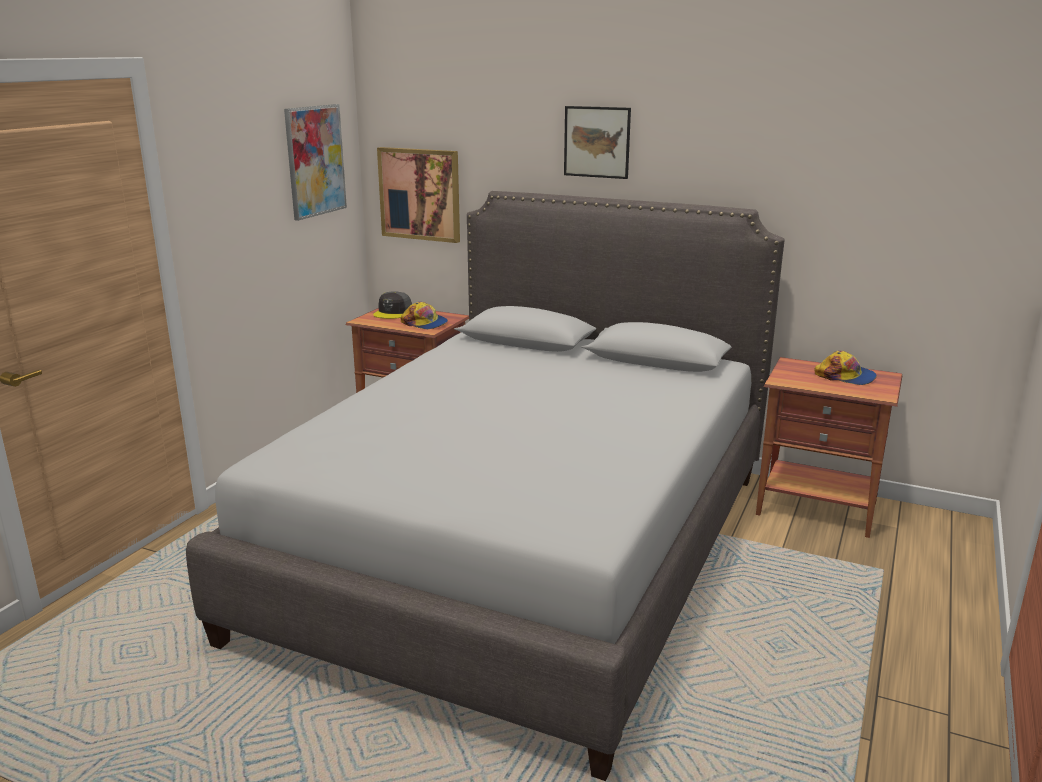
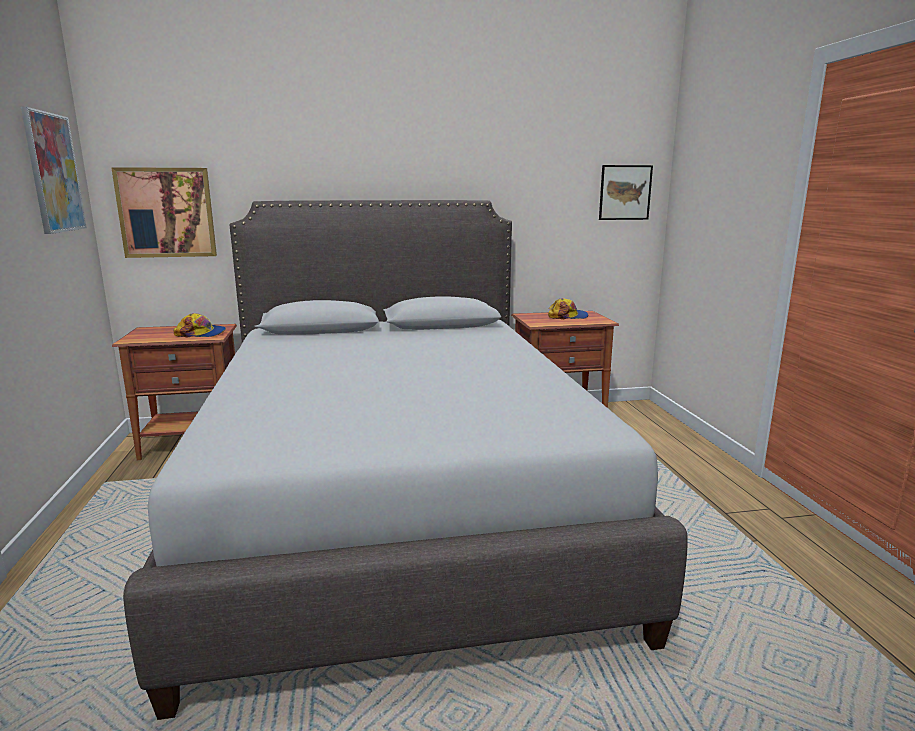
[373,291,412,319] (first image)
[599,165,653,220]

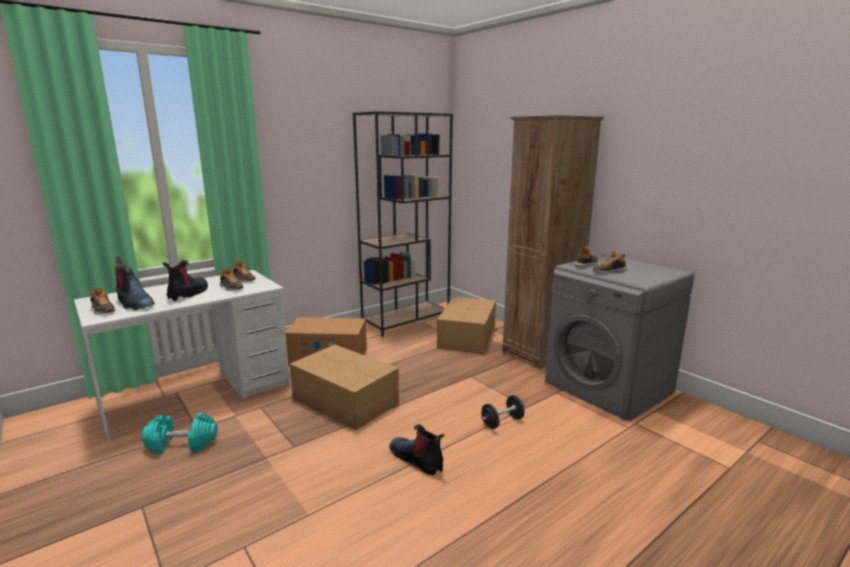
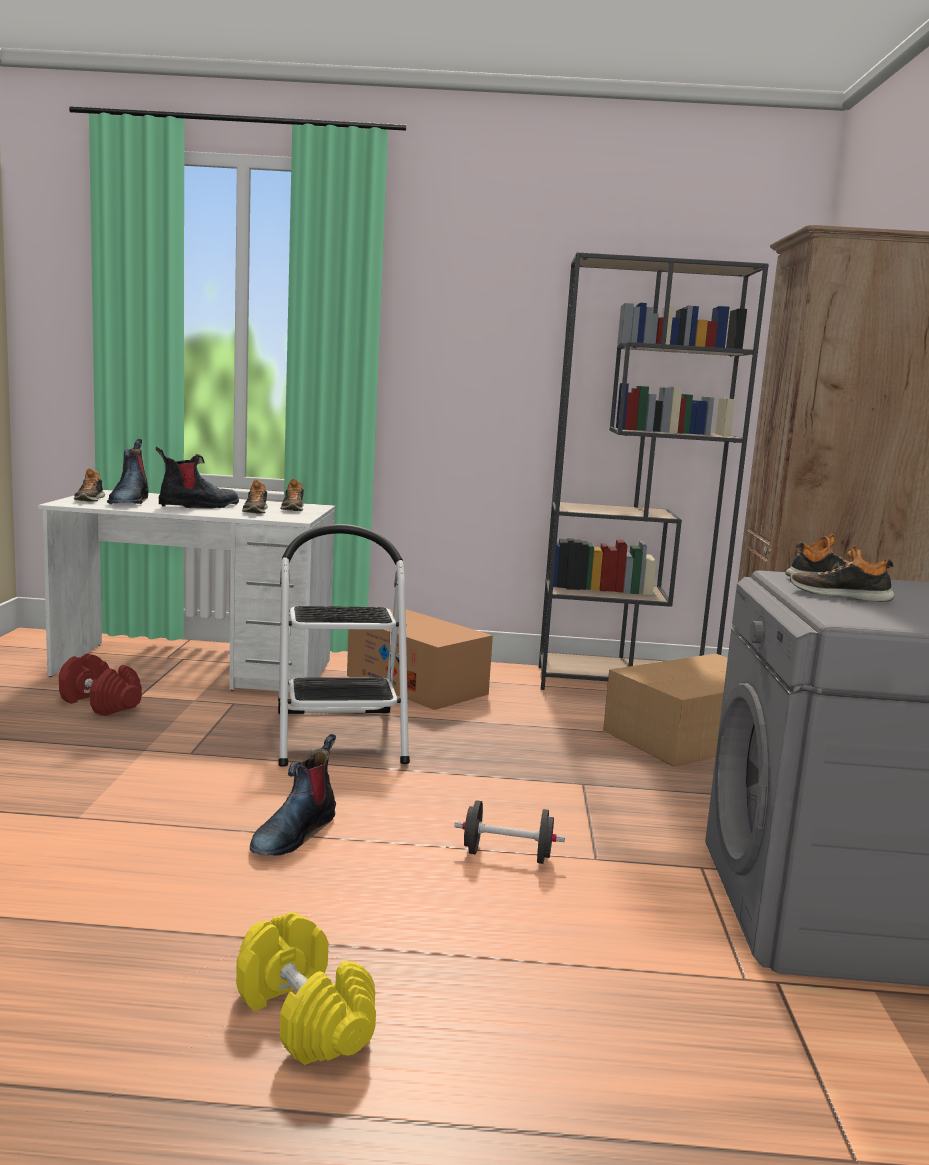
[59,653,142,716]
[278,524,410,767]
[250,734,336,856]
[236,912,376,1065]

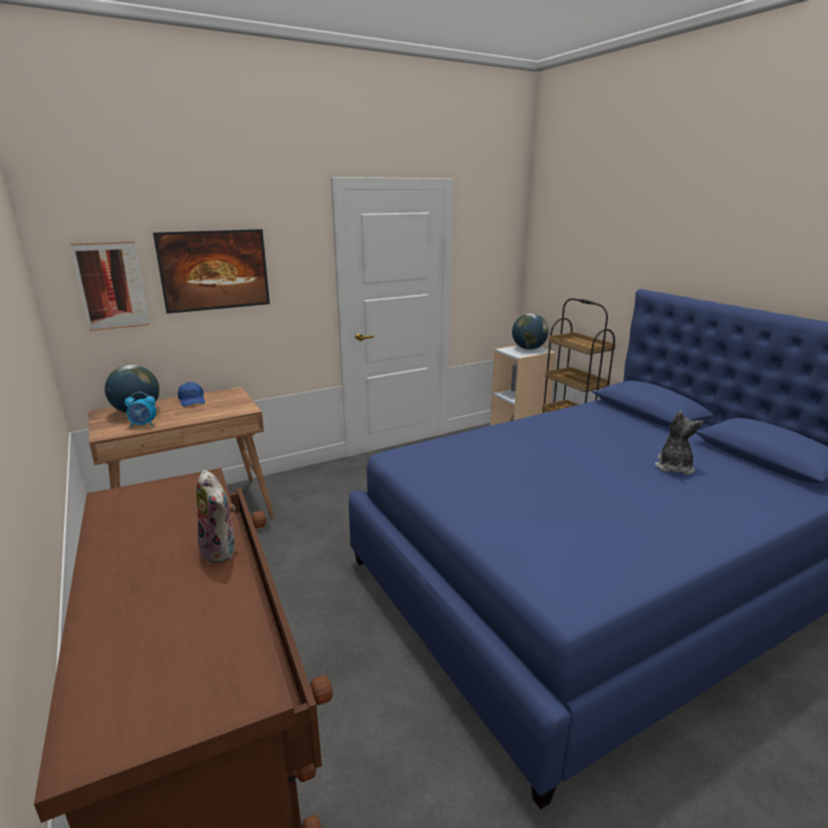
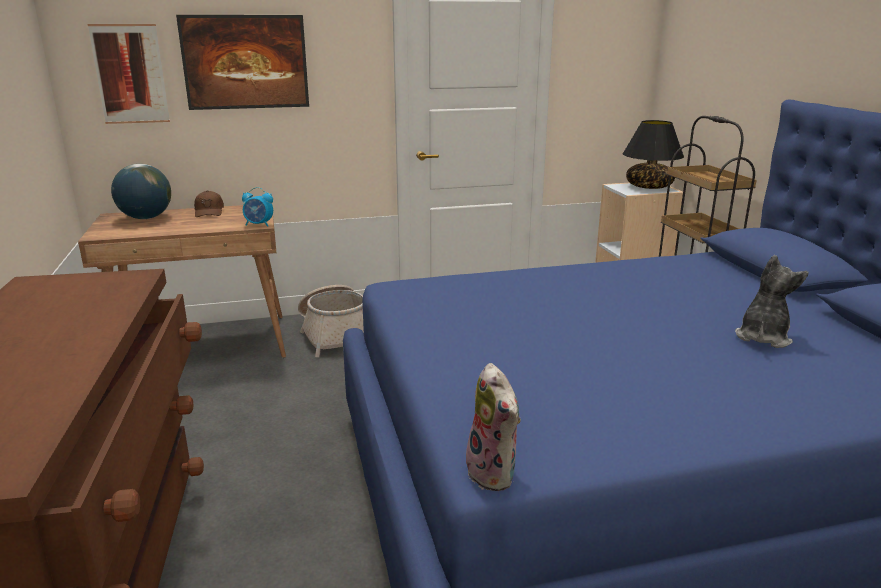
[242,187,273,226]
[194,191,224,217]
[466,363,521,491]
[623,120,684,189]
[298,285,364,357]

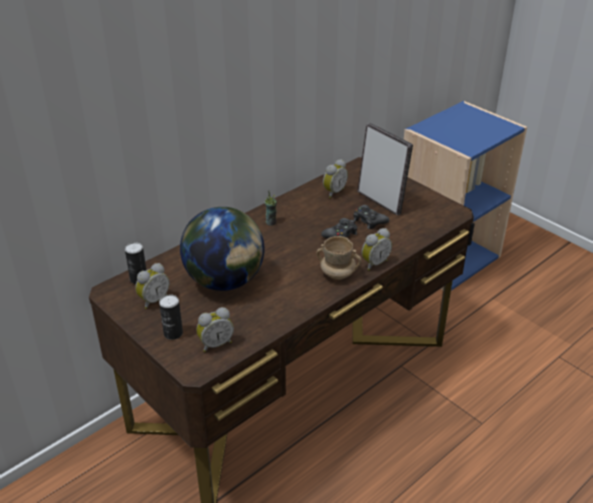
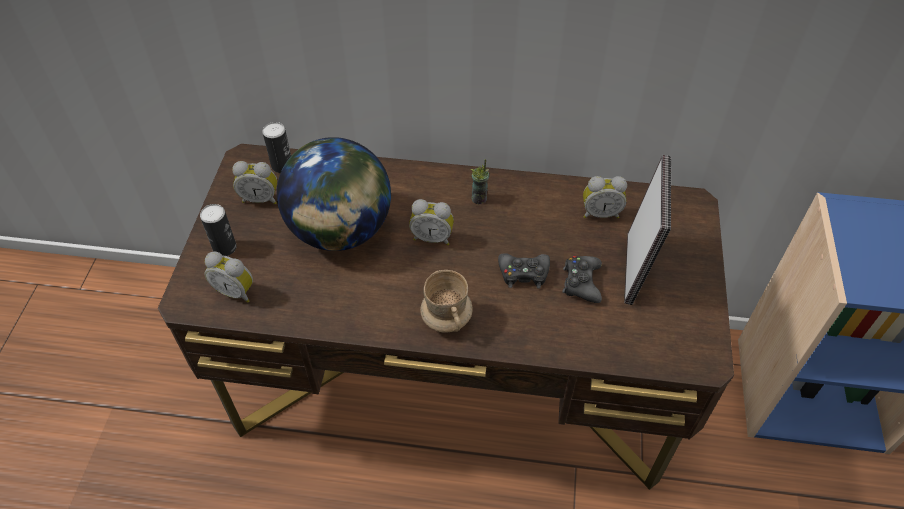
[409,199,454,245]

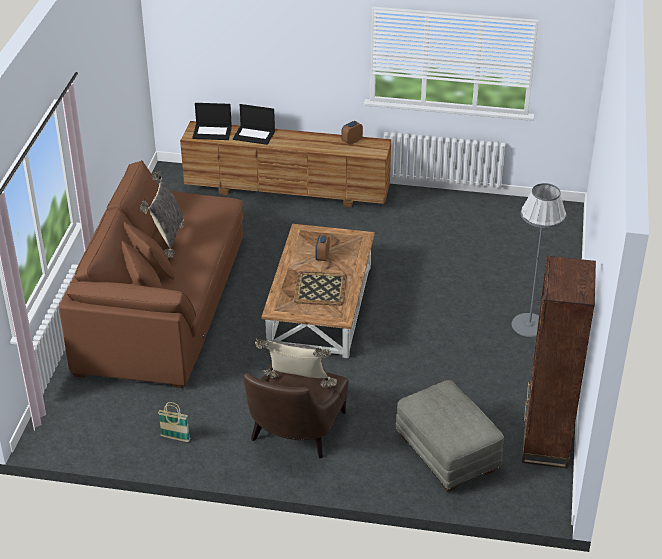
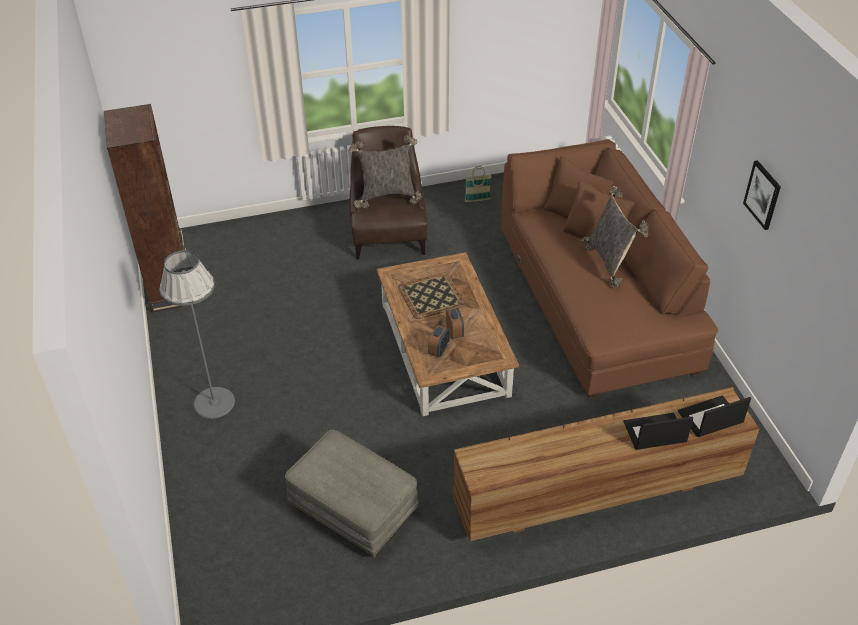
[428,325,450,357]
[285,430,419,558]
[743,160,781,230]

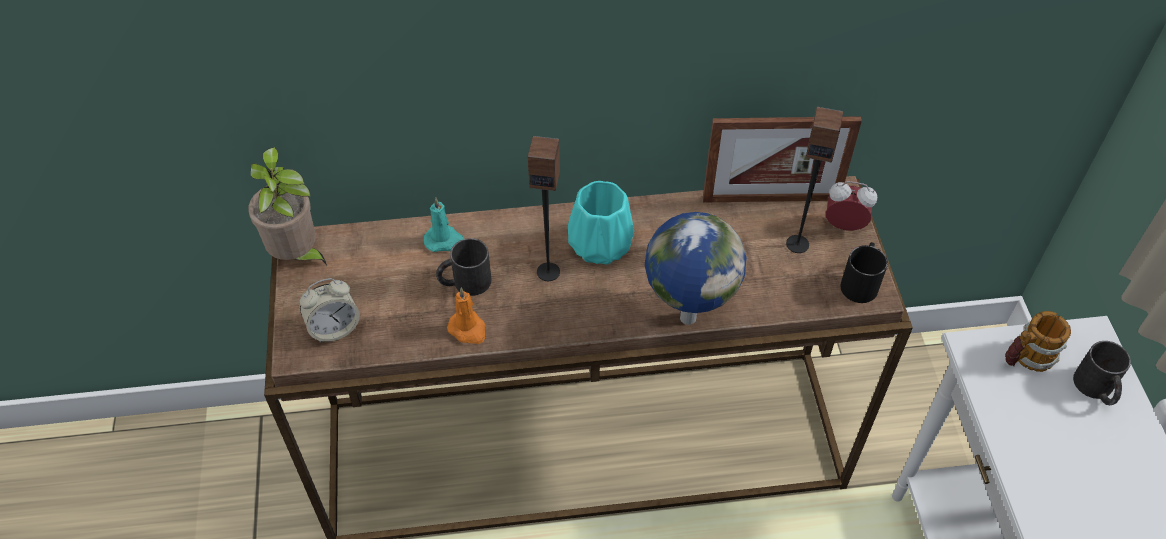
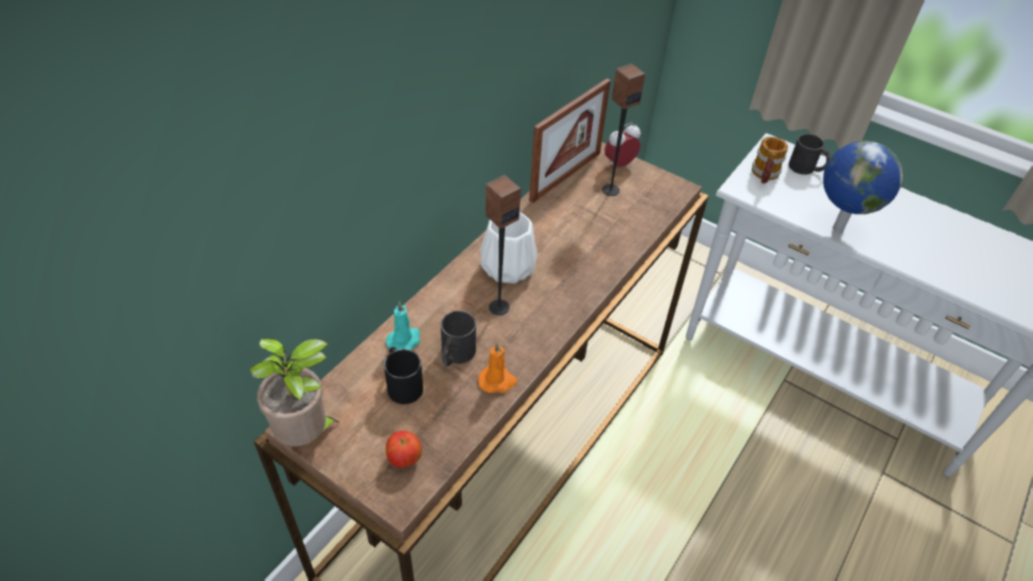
[386,431,422,468]
[480,213,537,284]
[823,141,903,233]
[384,347,423,404]

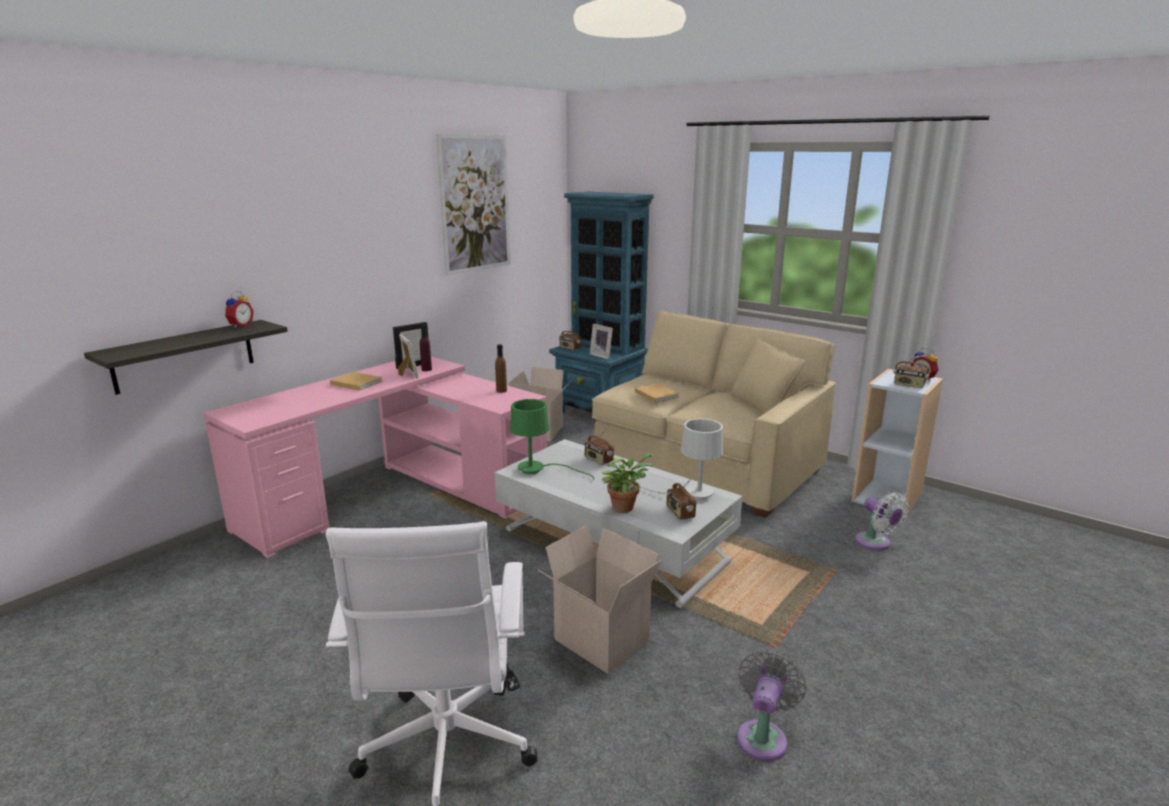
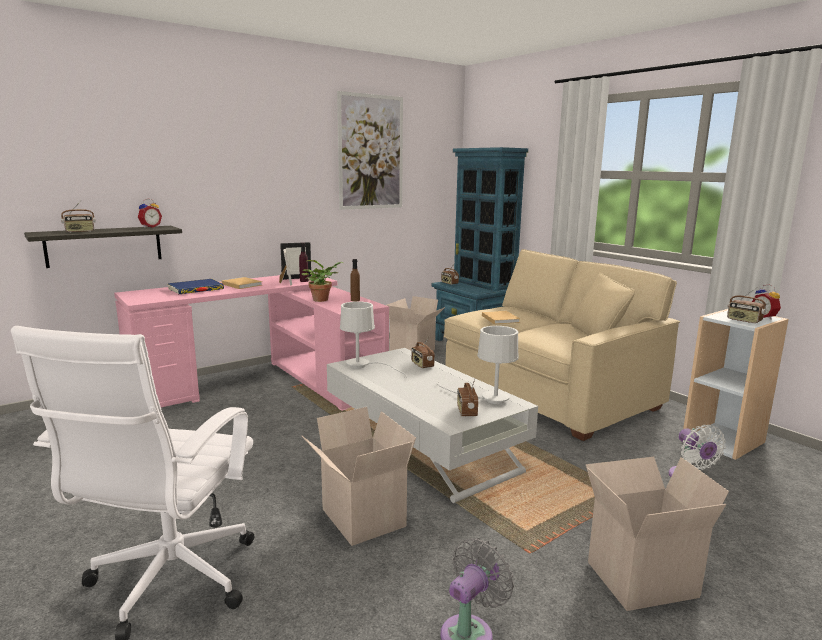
[340,301,407,378]
[590,324,613,359] (first image)
[302,260,343,302]
[61,201,96,233]
[168,279,224,294]
[586,457,729,611]

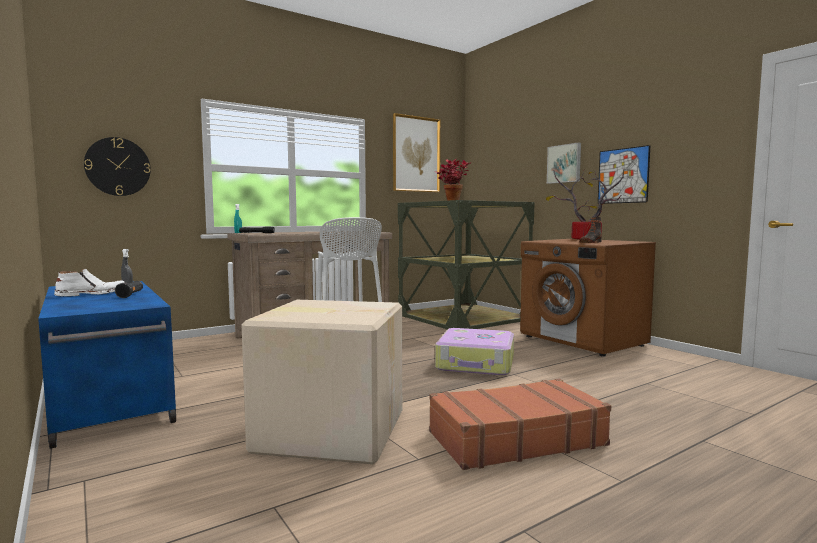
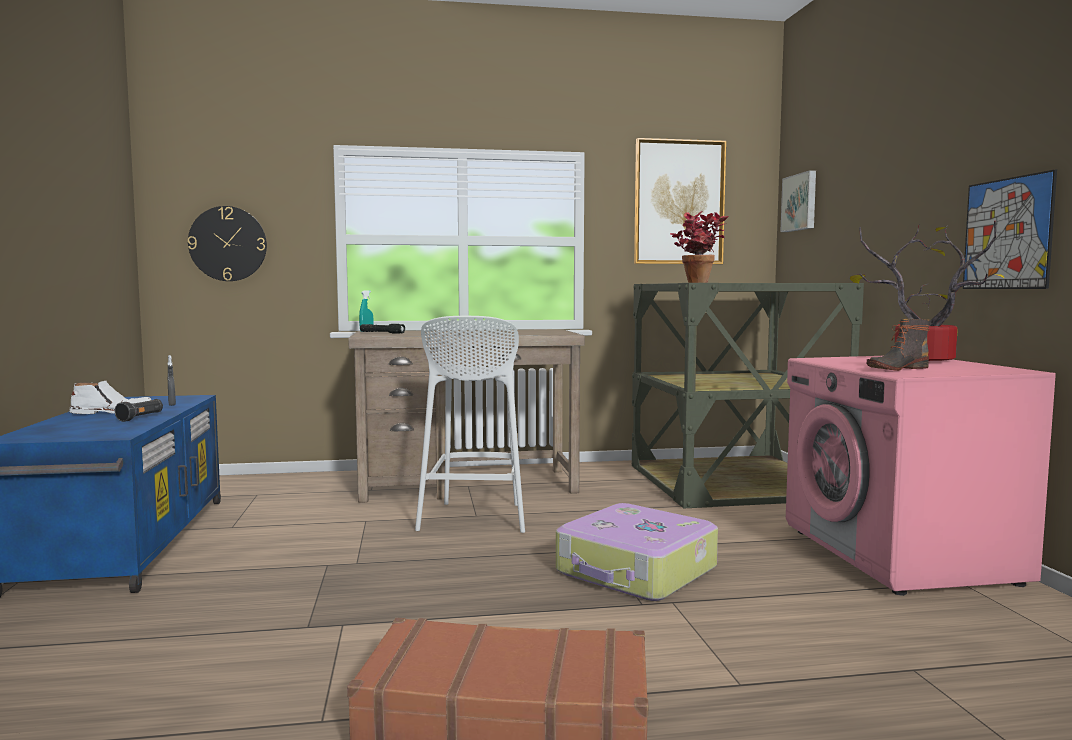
[242,300,402,464] (first image)
[786,356,1056,596]
[780,170,816,232]

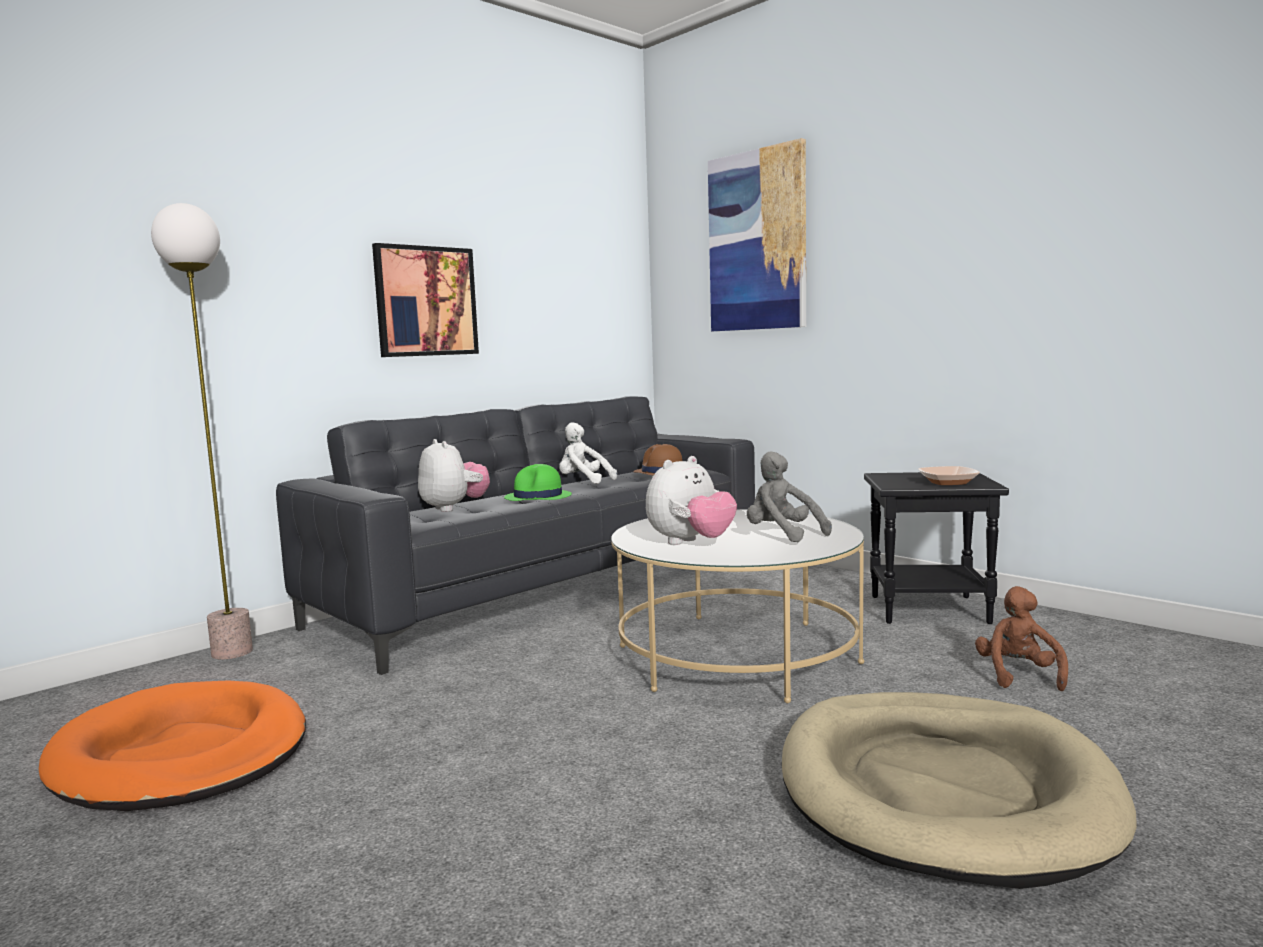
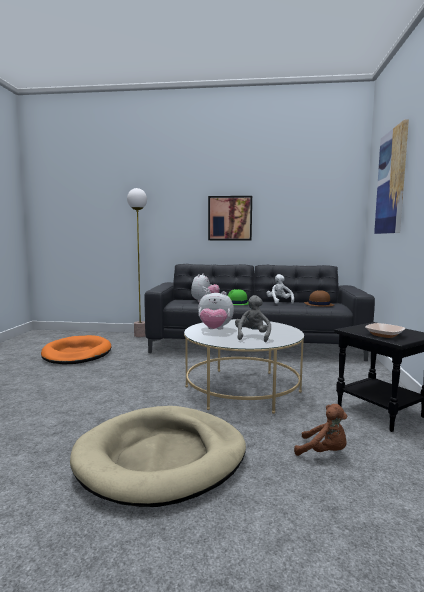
[294,404,347,456]

